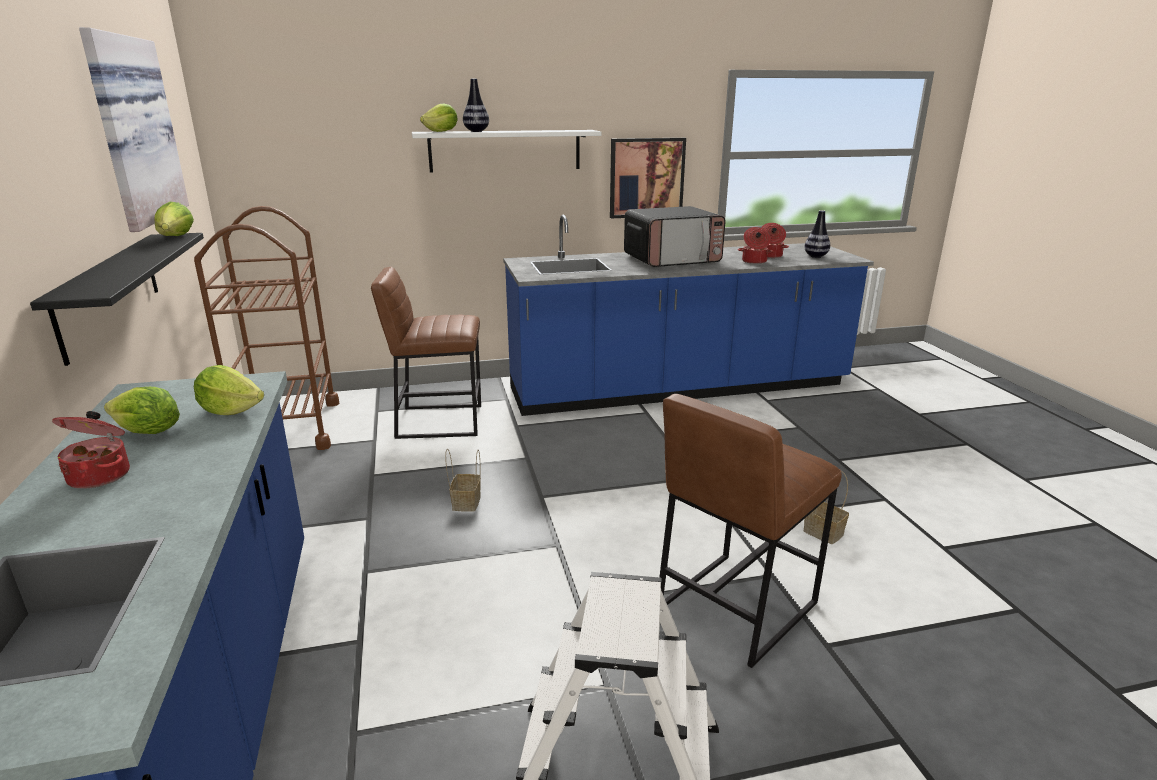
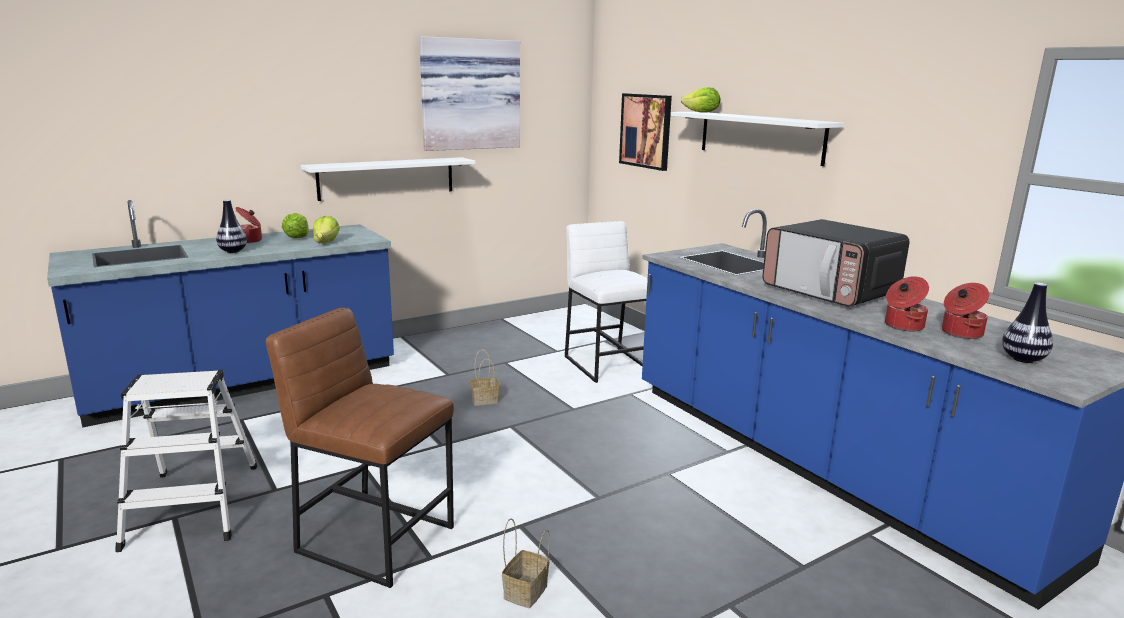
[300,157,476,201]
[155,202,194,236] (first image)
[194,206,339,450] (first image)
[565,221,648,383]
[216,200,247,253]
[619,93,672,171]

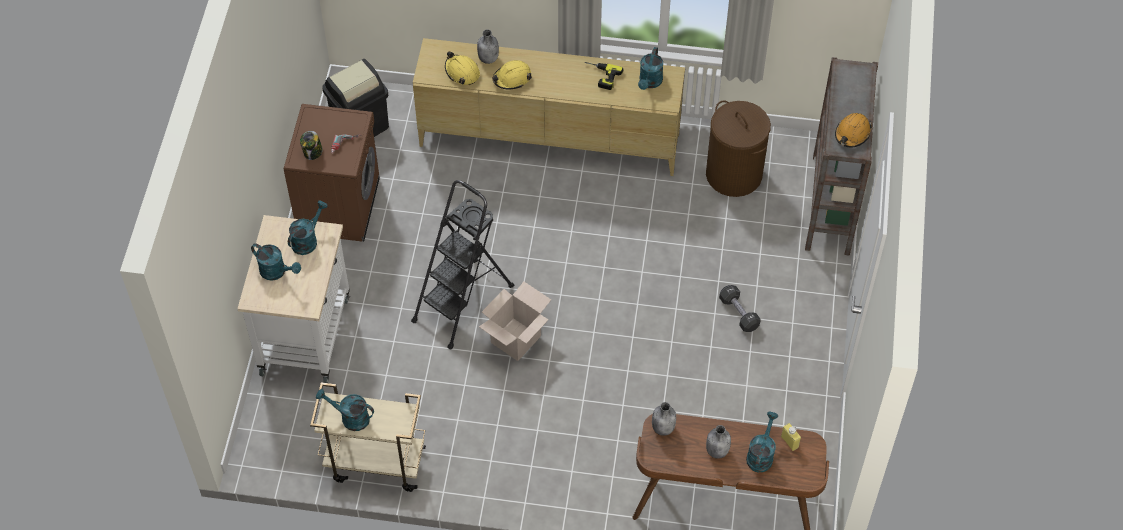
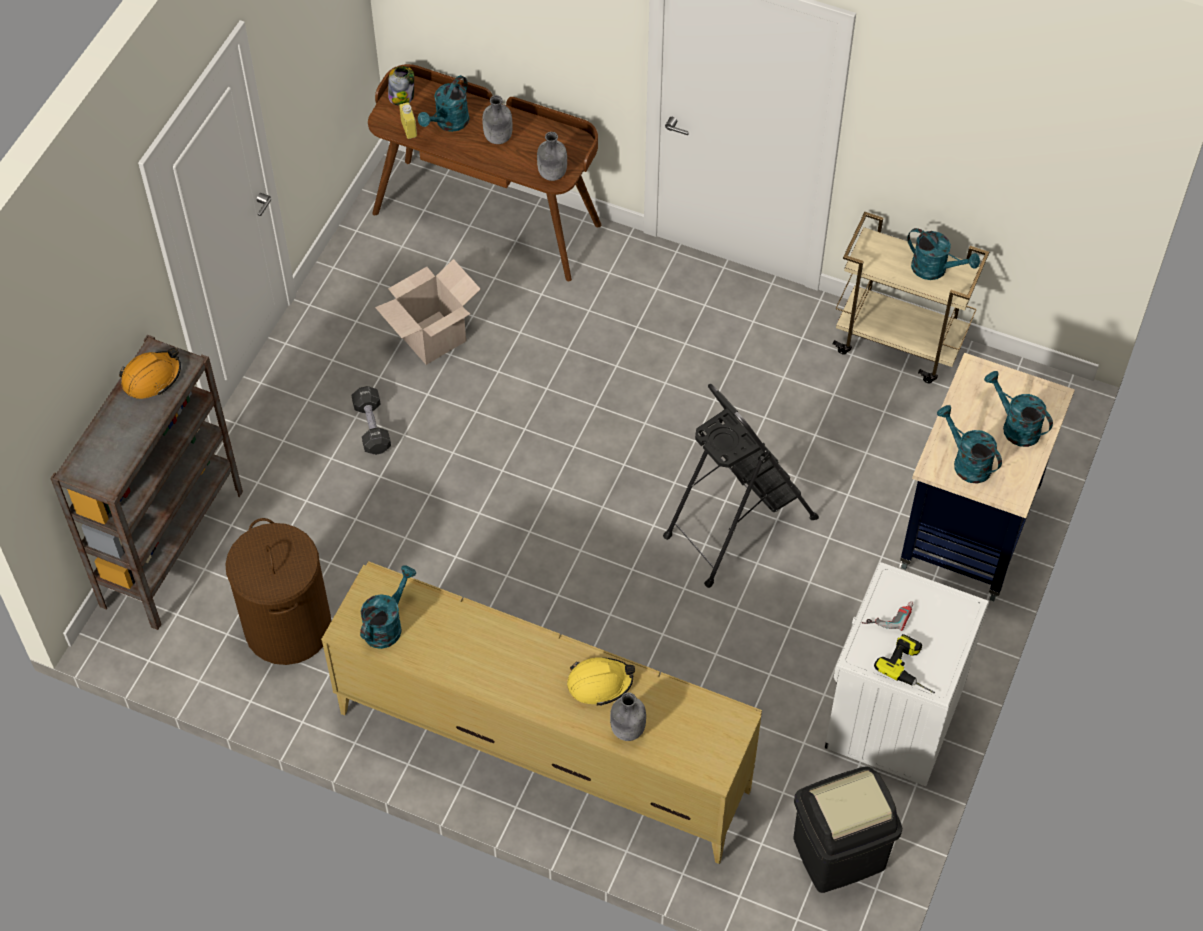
[899,353,1075,601]
[825,562,989,786]
[937,405,1002,484]
[388,66,414,106]
[445,51,480,85] (first image)
[375,259,481,365]
[874,634,935,693]

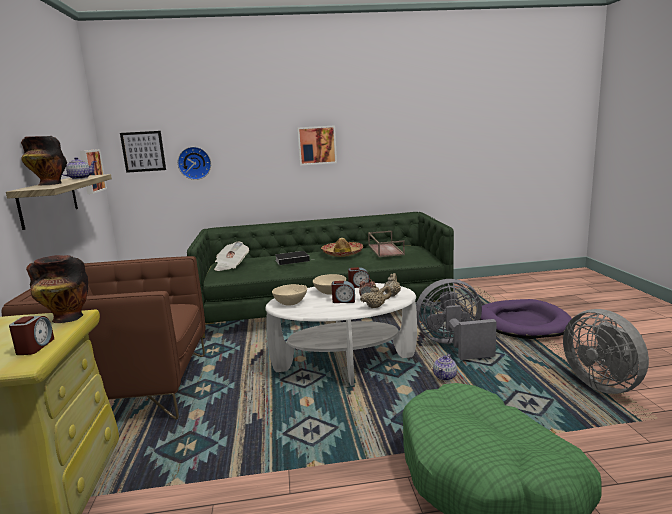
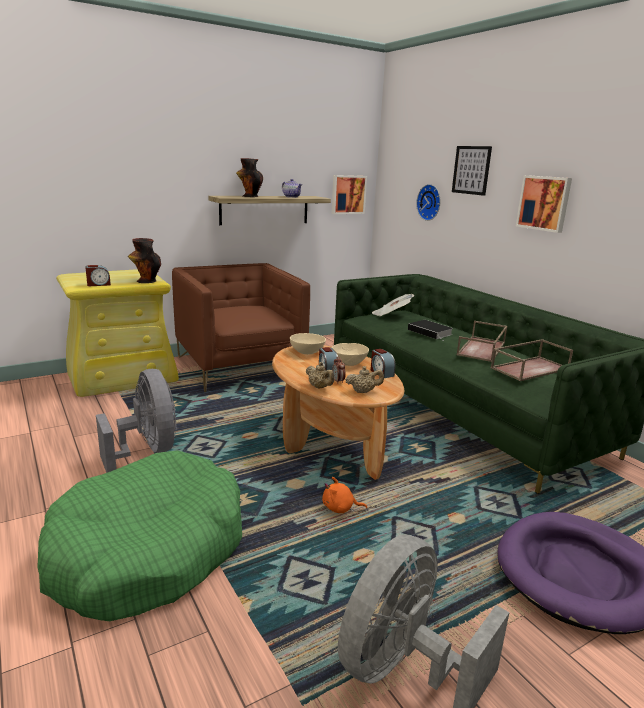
[452,146,492,196]
[272,346,404,480]
[457,321,507,362]
[96,369,177,473]
[322,477,367,513]

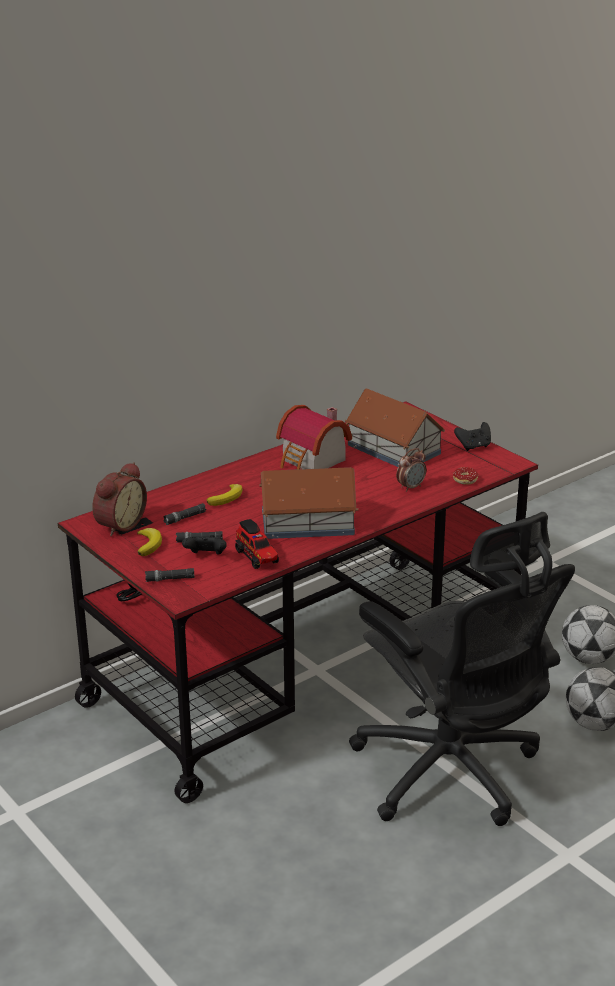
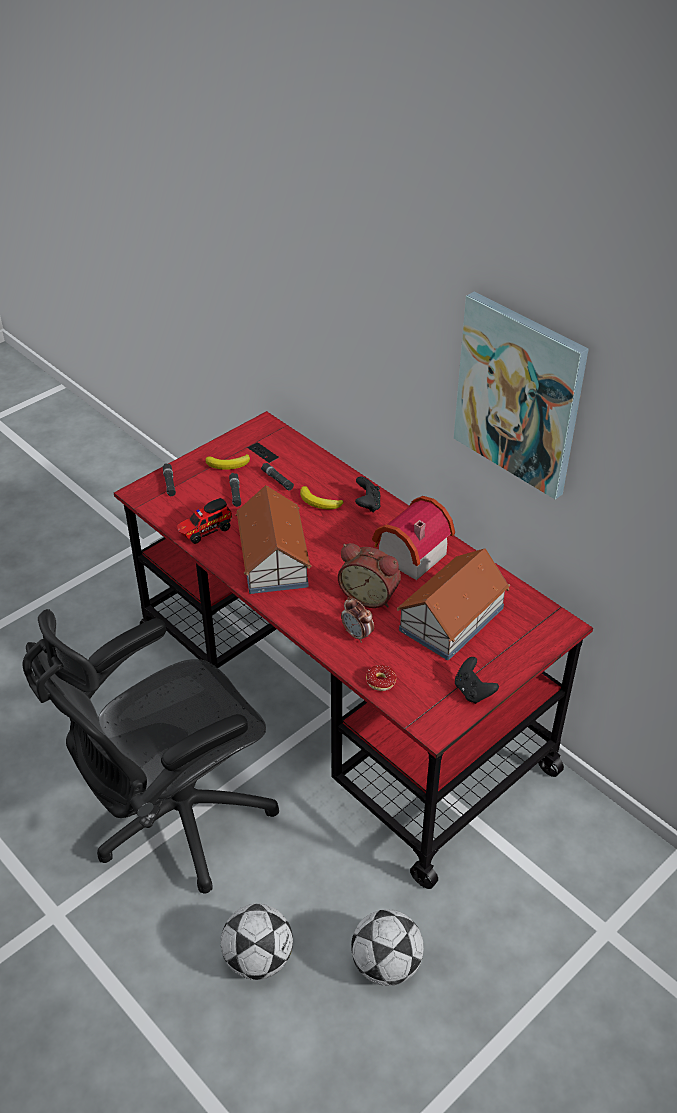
[338,543,401,608]
[355,476,381,513]
[454,291,589,499]

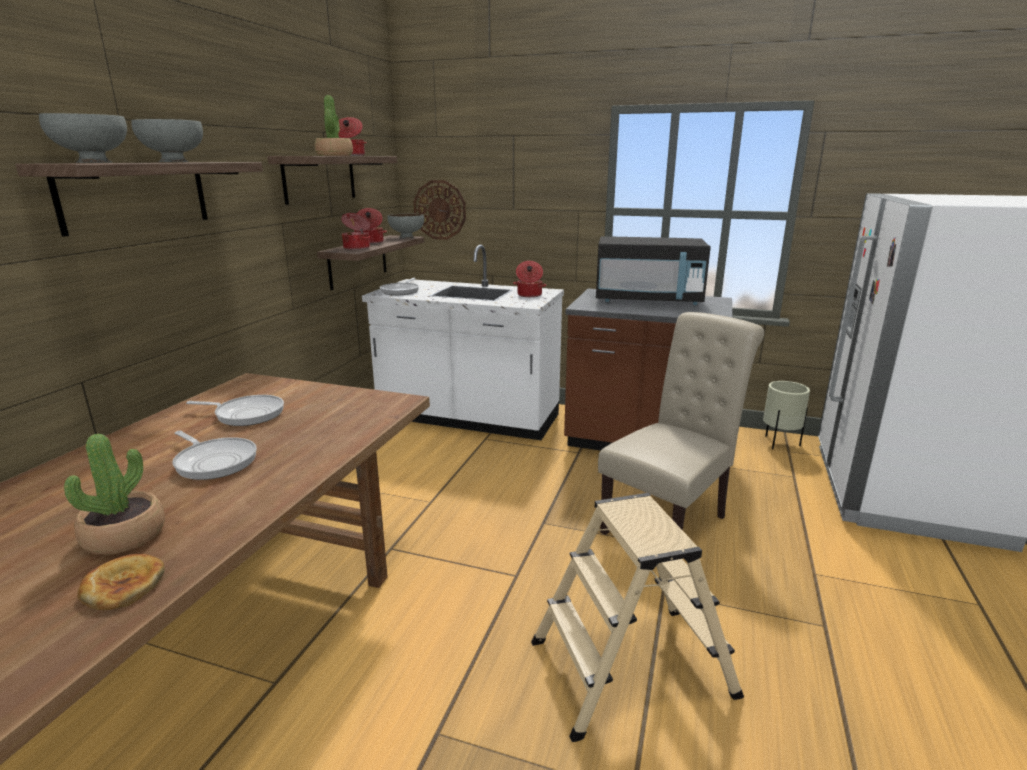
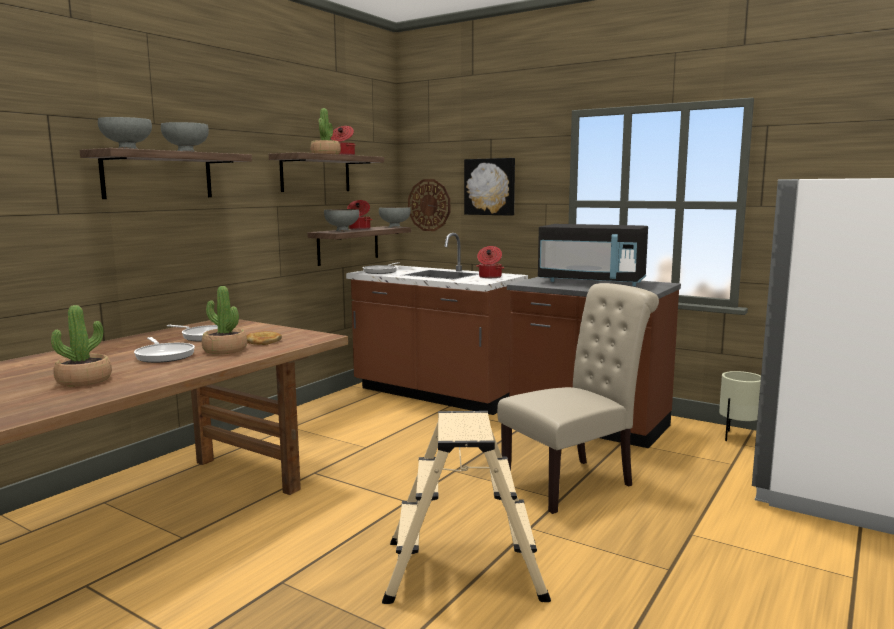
[246,331,282,345]
[324,209,359,232]
[346,233,528,415]
[202,286,247,354]
[464,158,515,216]

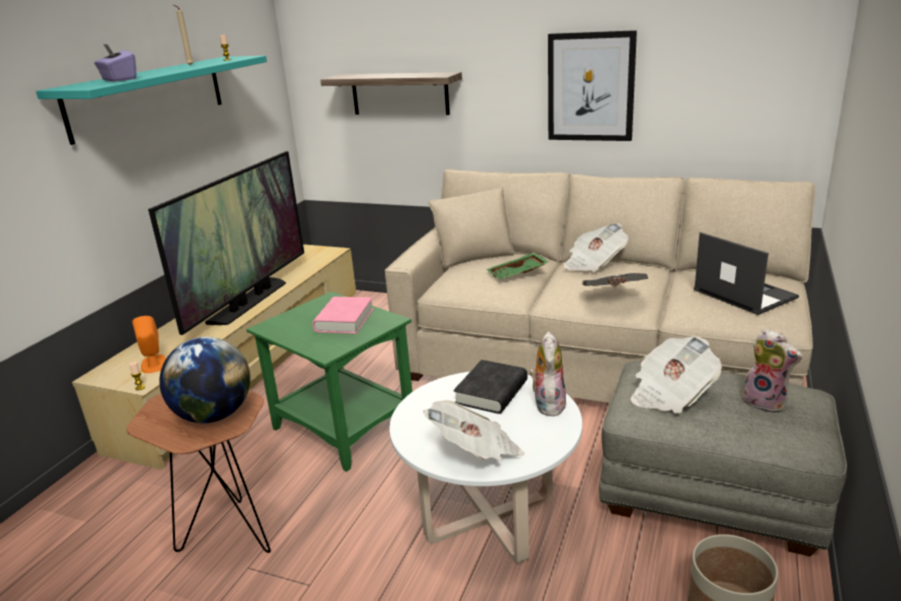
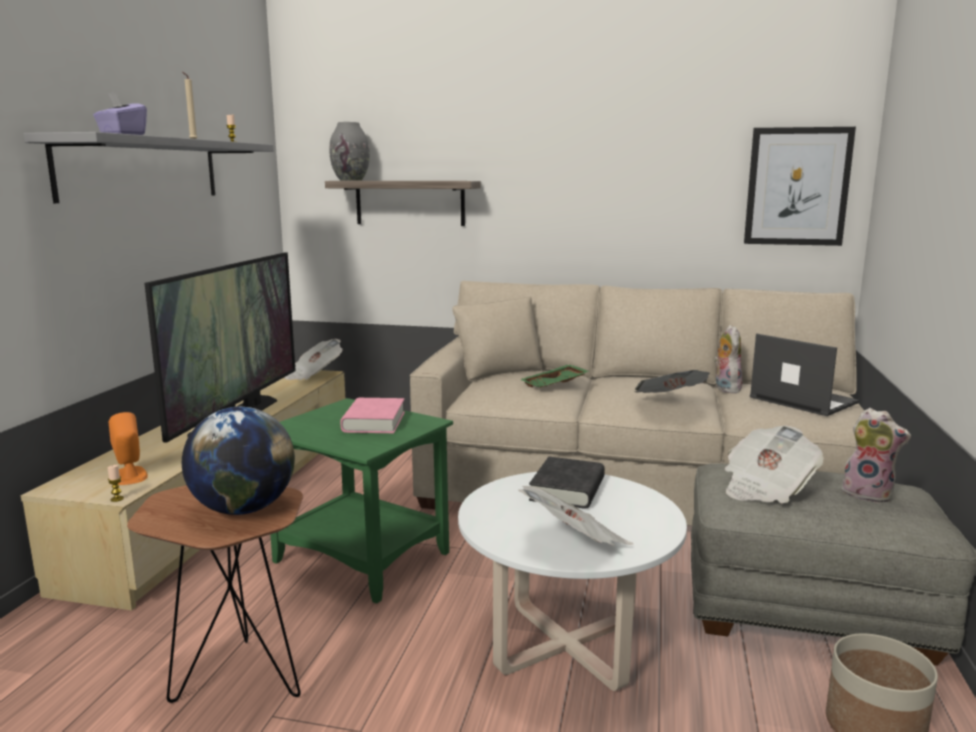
[24,132,274,203]
[713,325,743,393]
[744,127,856,246]
[284,339,342,380]
[329,122,370,181]

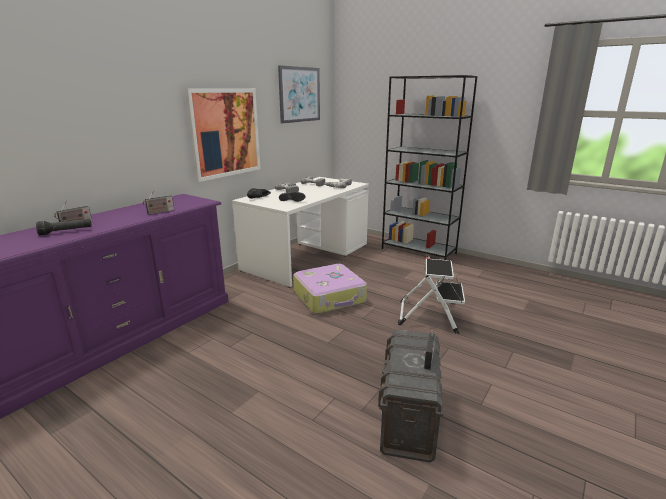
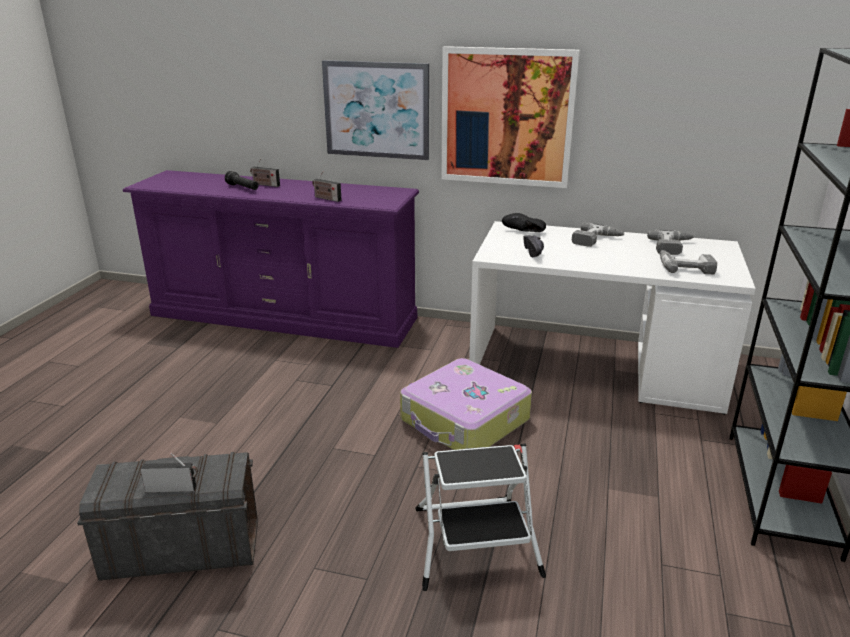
[322,60,429,160]

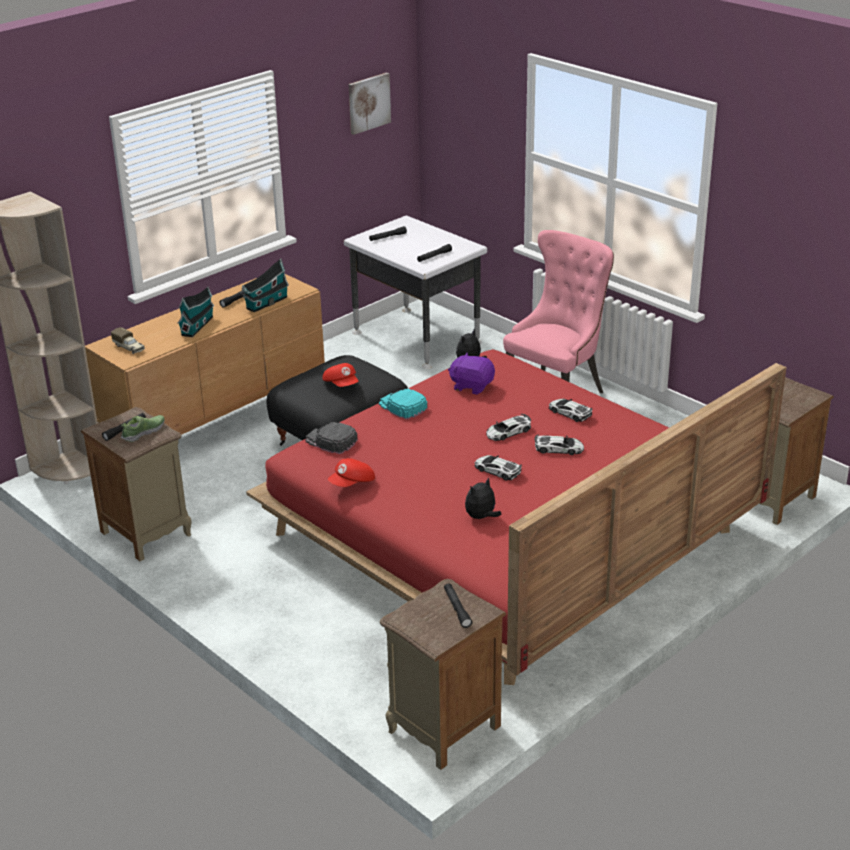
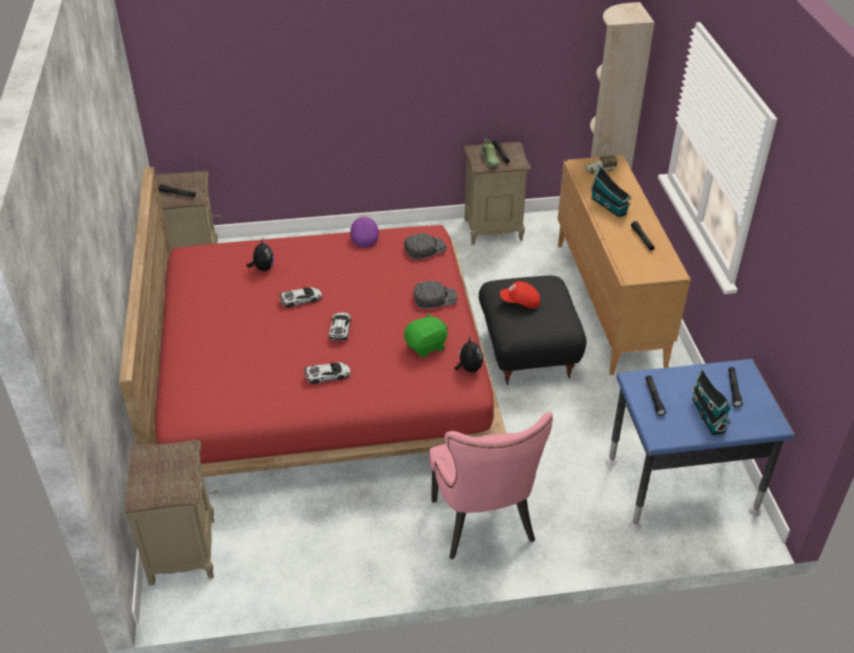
[692,369,732,435]
[350,216,379,248]
[605,359,795,531]
[349,73,391,135] (first image)
[414,281,458,309]
[404,313,448,358]
[534,434,584,455] (first image)

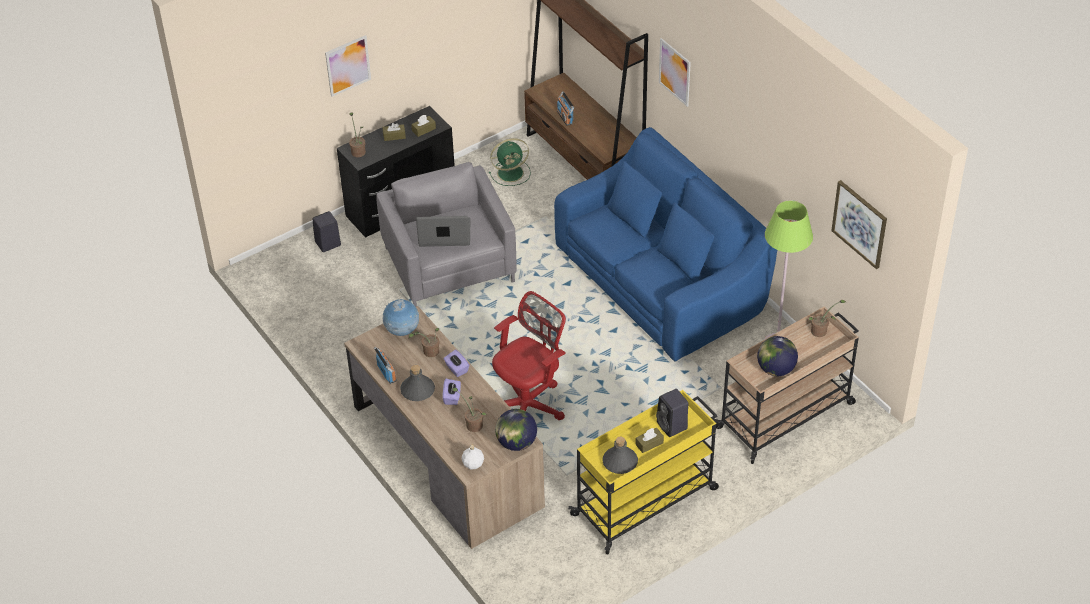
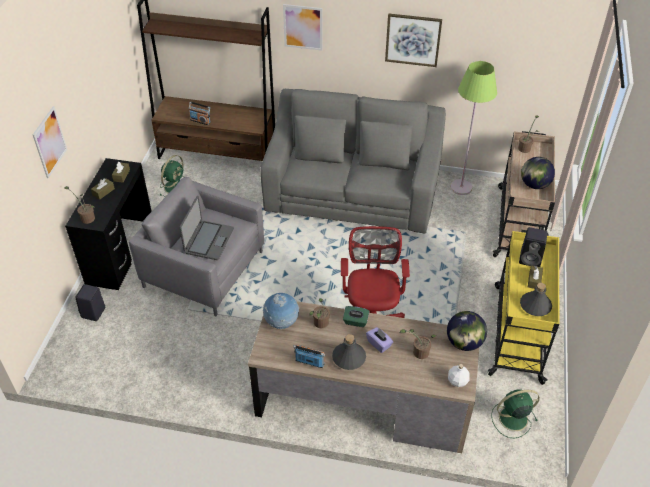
[179,196,234,260]
[343,306,369,327]
[260,89,446,233]
[385,14,442,67]
[491,390,540,438]

